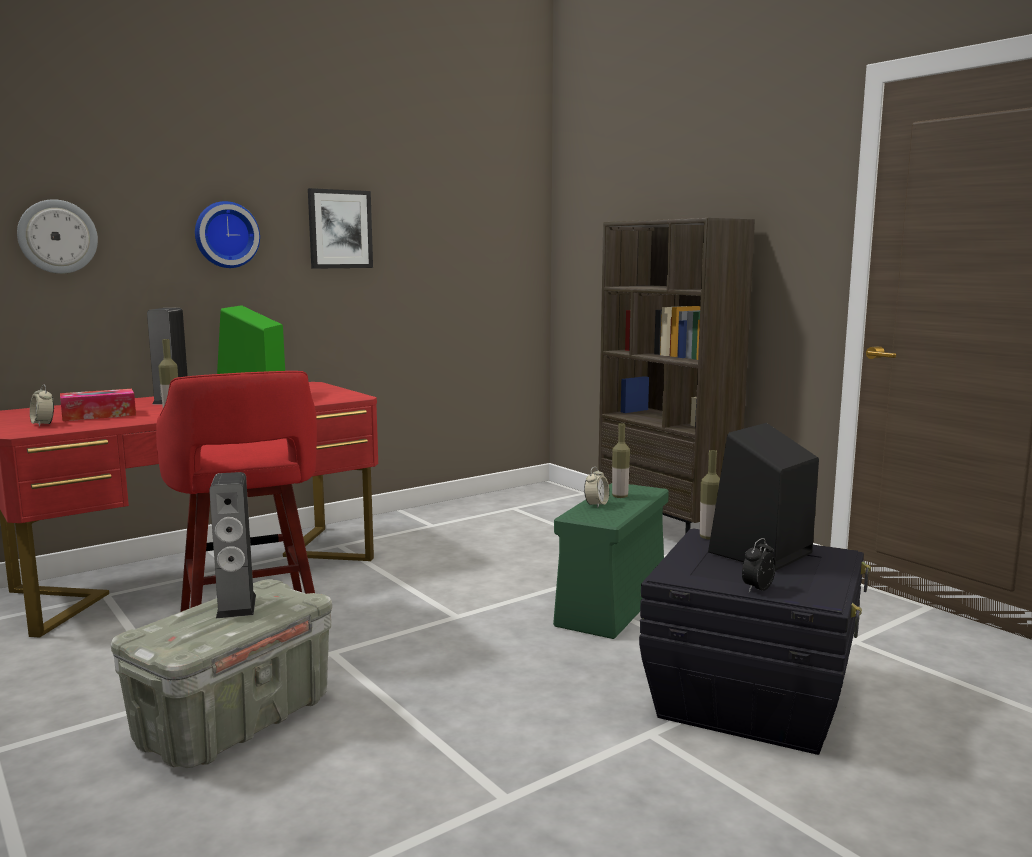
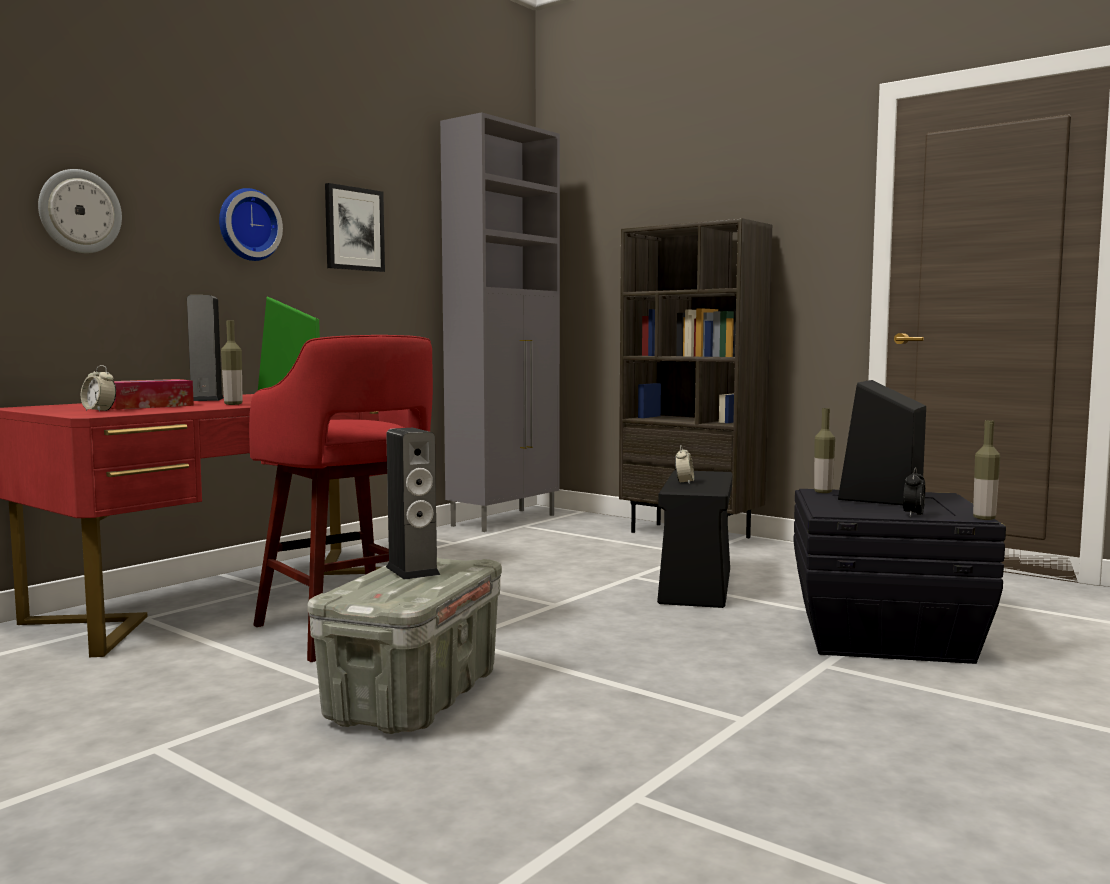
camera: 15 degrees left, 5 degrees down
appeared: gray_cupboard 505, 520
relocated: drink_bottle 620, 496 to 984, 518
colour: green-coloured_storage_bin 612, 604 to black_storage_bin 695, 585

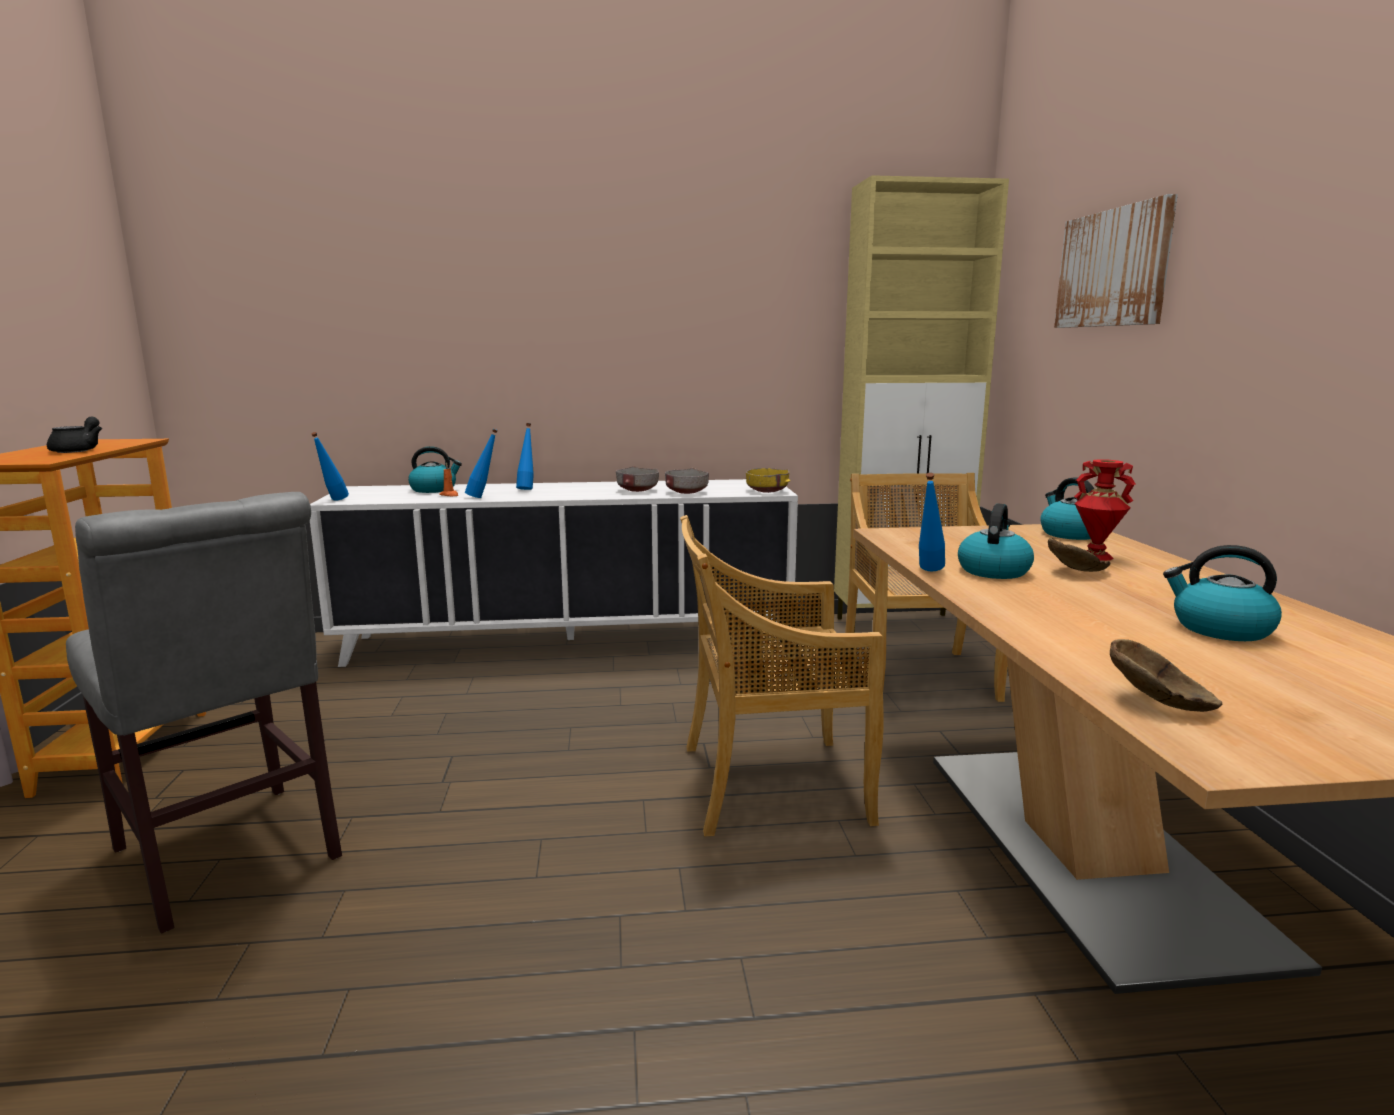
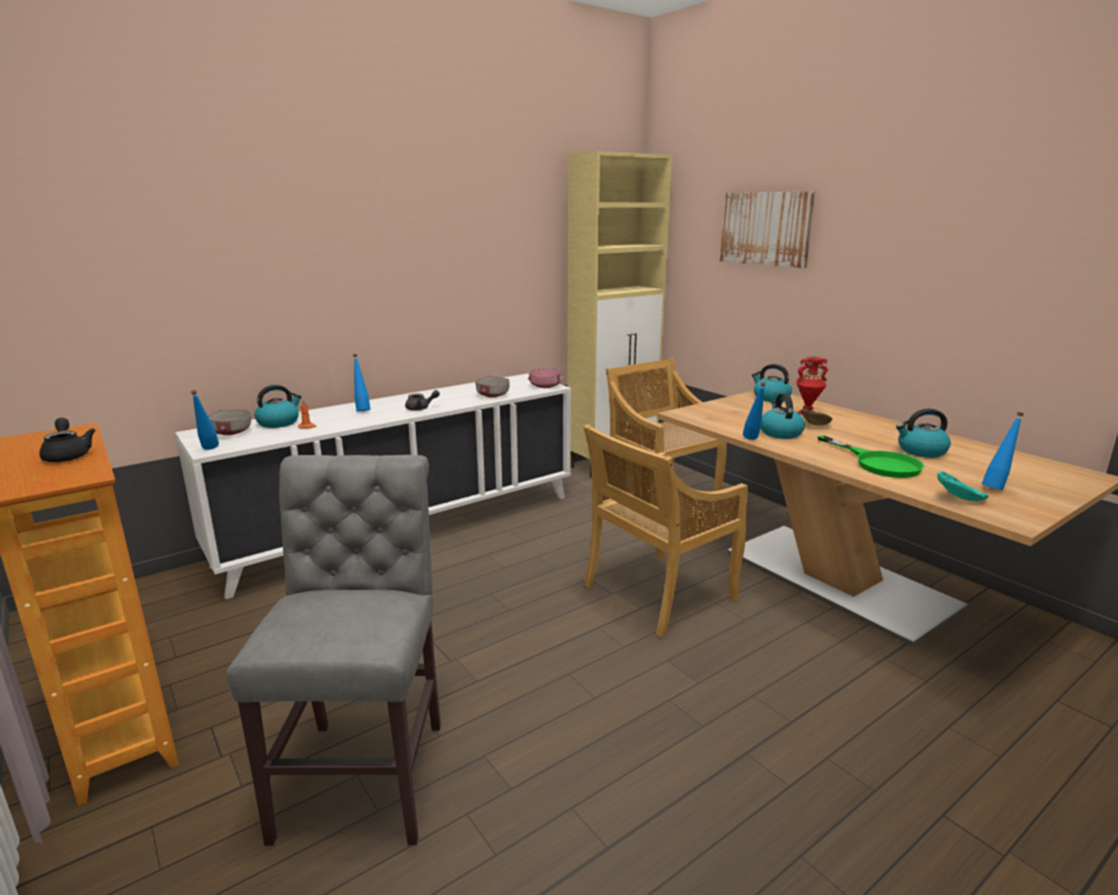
camera: 30 degrees left, 5 degrees up
appeared: gray_pot_for_tea 421, 408; green-coloured_pan 878, 463
relocated: blue-coloured_drink_bottle 483, 497 to 996, 487; gray_serving_bowl 637, 490 to 231, 433
colour: yellow_serving_bowl 766, 491 to pink-coloured_serving_bowl 545, 387; brown_serving_bowl 1162, 703 to blue-green_serving_bowl 962, 499
spun: gray_plain_chair 231, 859 = 366, 771 105 degrees counterclockwise

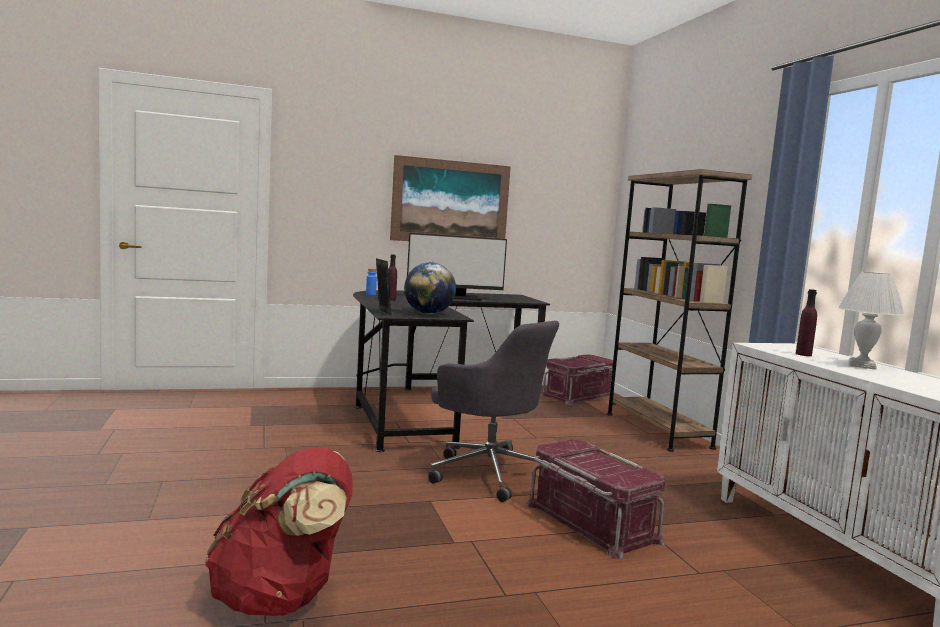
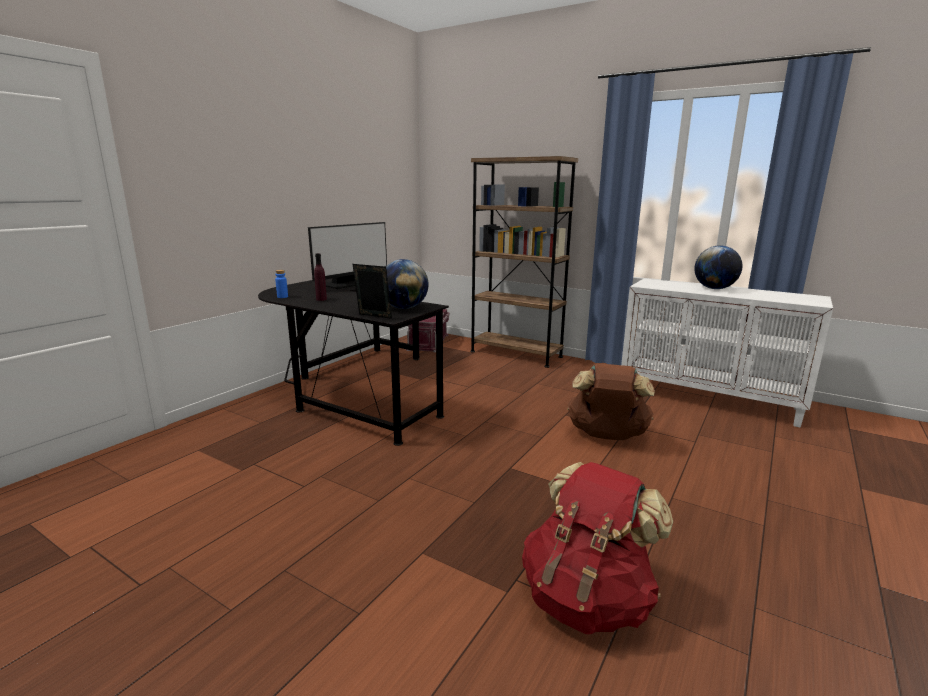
camera: 40 degrees left, 10 degrees up
missing: wall_art 451, 202; purple_drink_bottle 803, 354; gray_computer_chair 489, 472
exchanged: white-coloured_table_lamp 861, 366 to world_globe 714, 288; red-coloured_storage_bin 590, 522 to brown_knapsack 606, 436

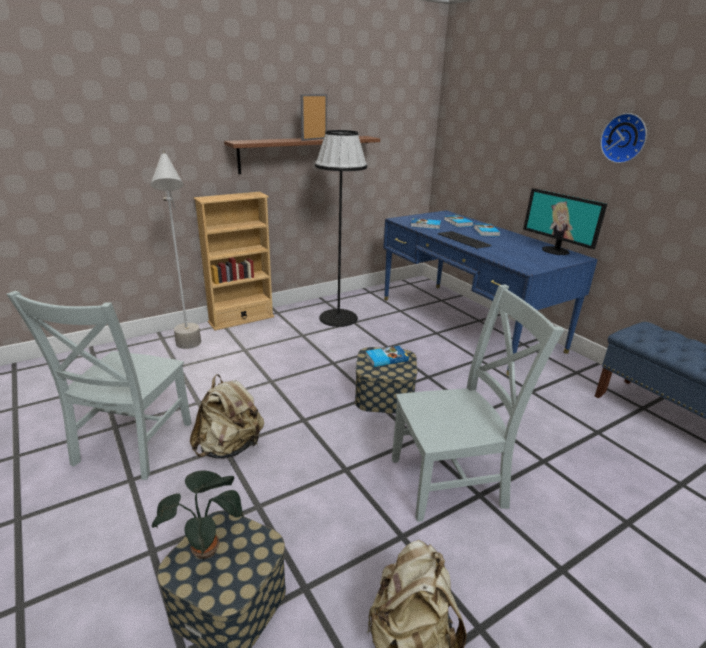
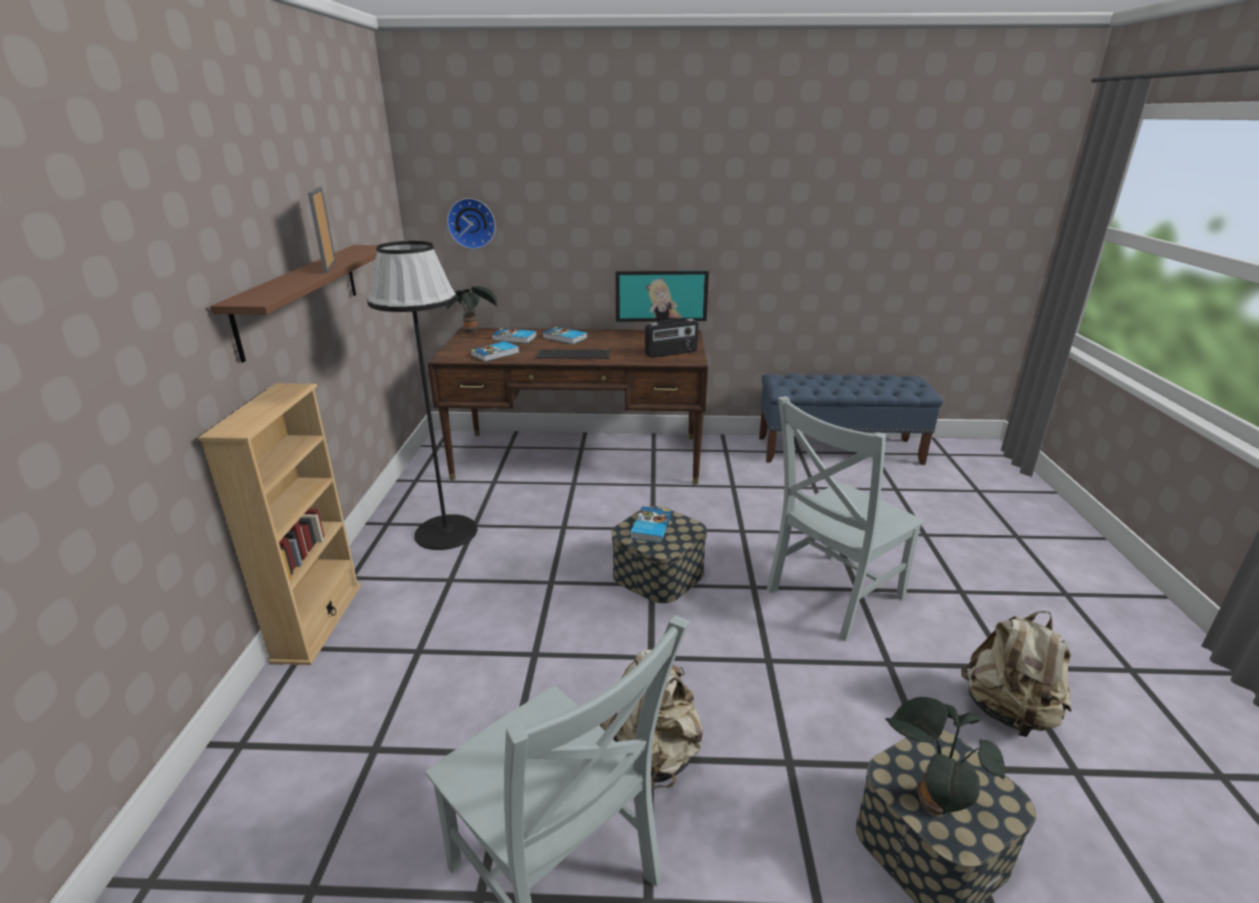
camera: 55 degrees left, 0 degrees up
missing: gray_standard_lamp 190, 352
appeared: houseplant 473, 332; radio 671, 353
relocated: clock_on_the_wall 625, 138 to 472, 223
colour: blue-coloured_desk 467, 323 to brown_desk 578, 457
spun: gray_plain_chair 452, 482 = 831, 596 150 degrees counterclockwise

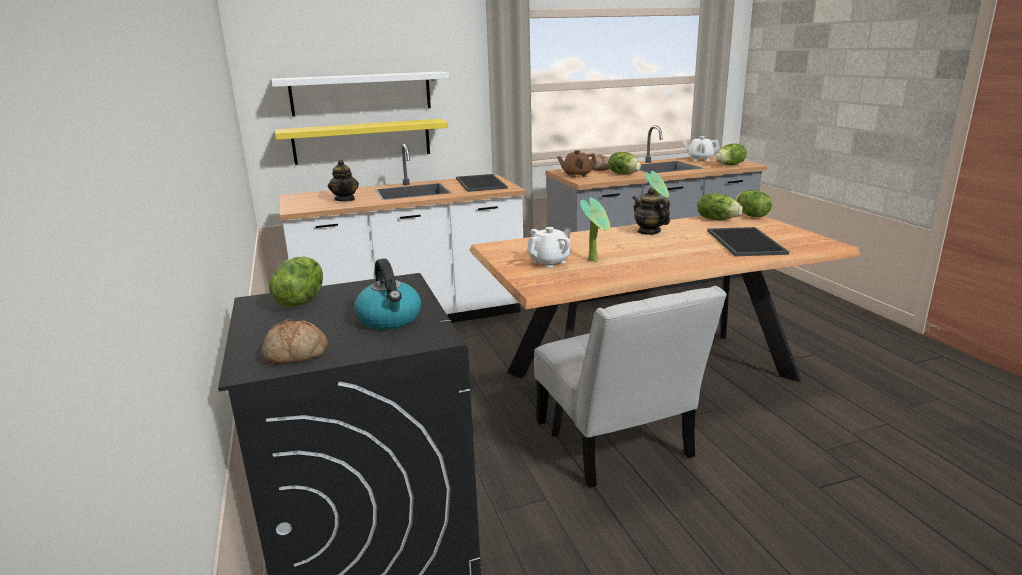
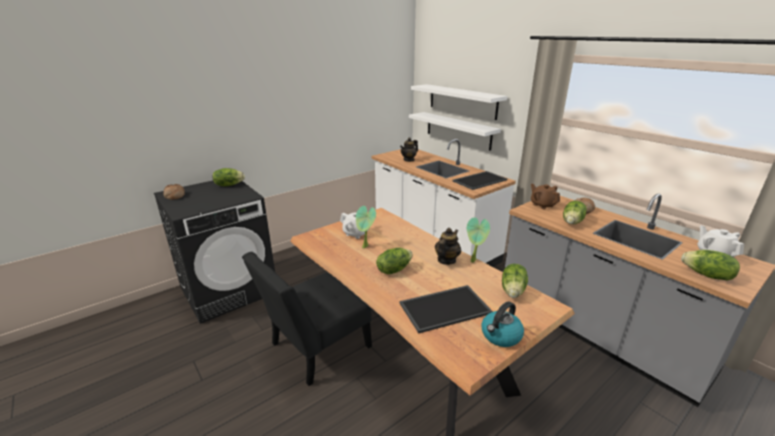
camera: 70 degrees right, 5 degrees up
relocated: lettuce_head 751, 215 to 394, 269; tea_kettle 390, 319 to 500, 336
colour: yellow_bracket_shelf 362, 141 to white-coloured_bracket_shelf 458, 130; white-coloured_plain_chair 616, 444 to black_plain_chair 316, 348

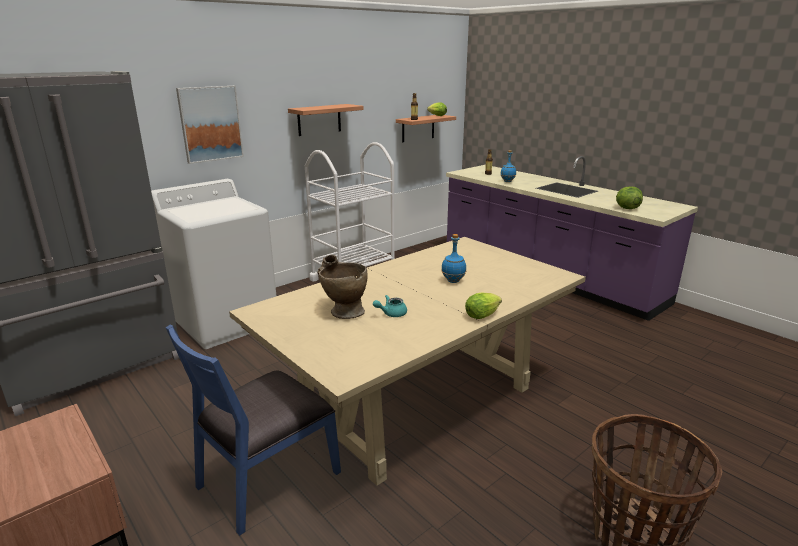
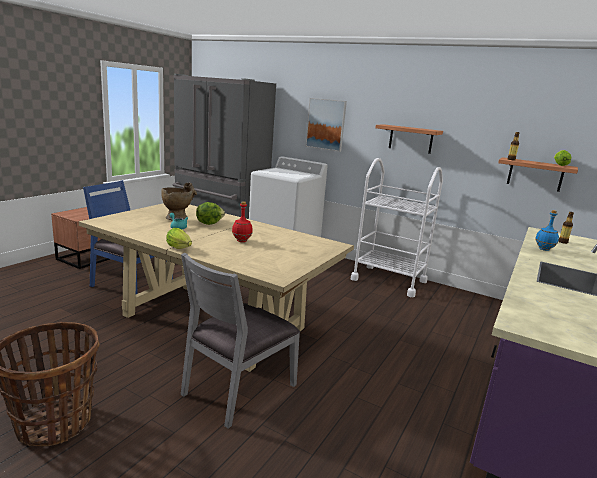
camera: 70 degrees right, 5 degrees down
appeared: gray_plain_chair 238, 389
relocated: lettuce_head 626, 208 to 209, 223
colour: blue-coloured_drink_bottle 453, 281 to red-coloured_drink_bottle 241, 241

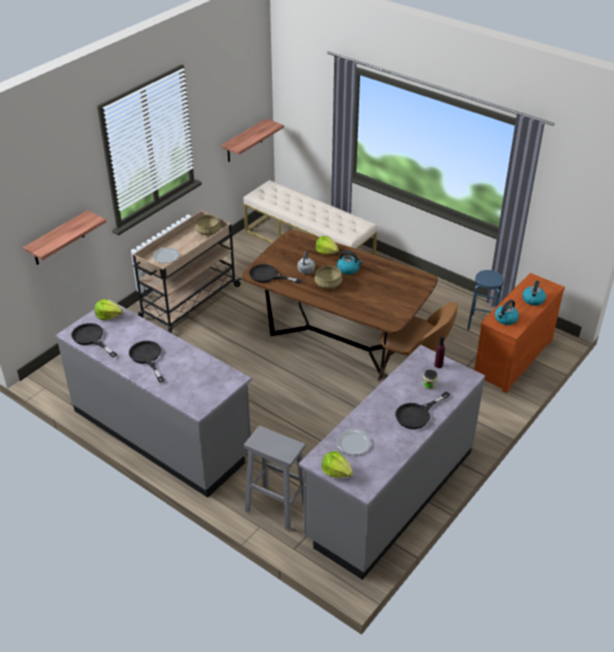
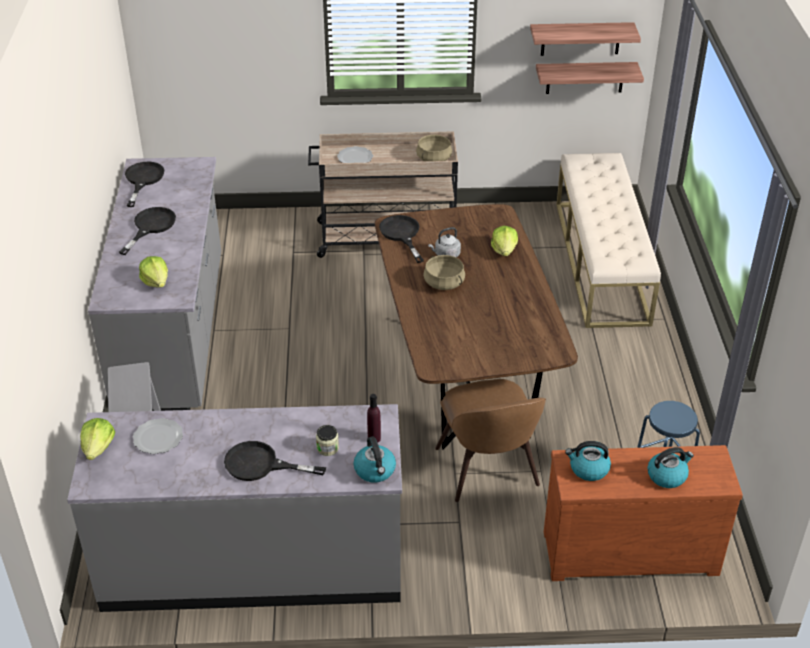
camera: 50 degrees right, 0 degrees up
relocated: bracket_shelf 58, 239 to 580, 38; tea_kettle 348, 269 to 375, 471; lettuce_head 108, 315 to 156, 281

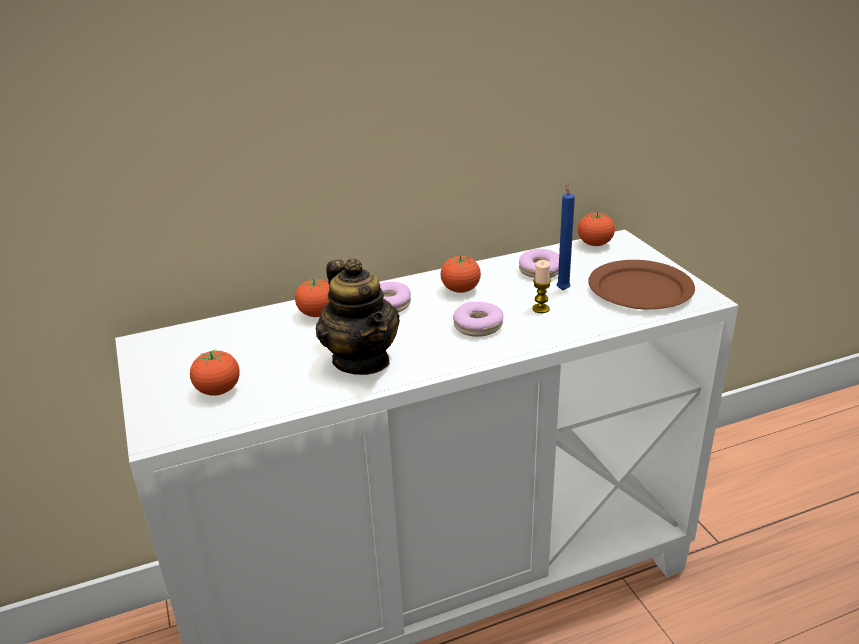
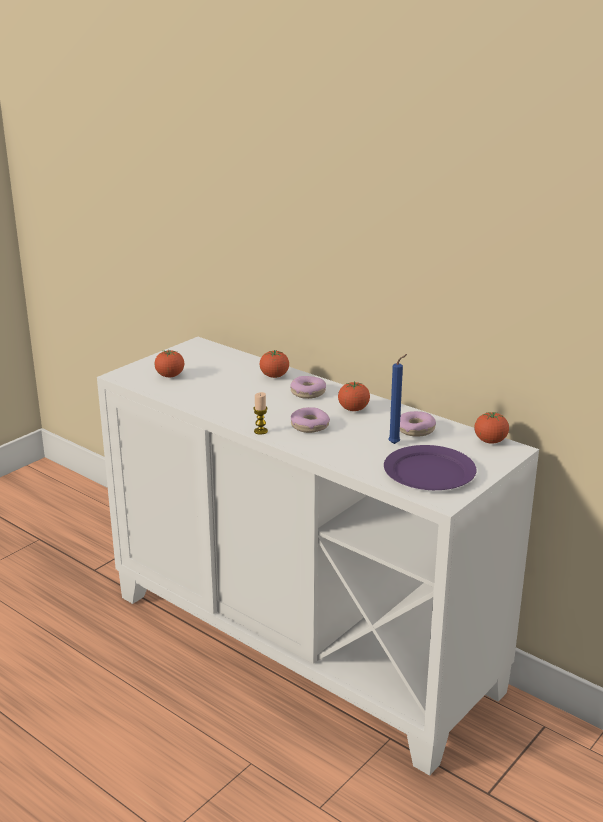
camera: 60 degrees right, 5 degrees down
missing: pot_for_tea 362, 360
relocated: candle 540, 309 to 260, 431
colour: brown_plate 639, 290 to purple_plate 428, 472

